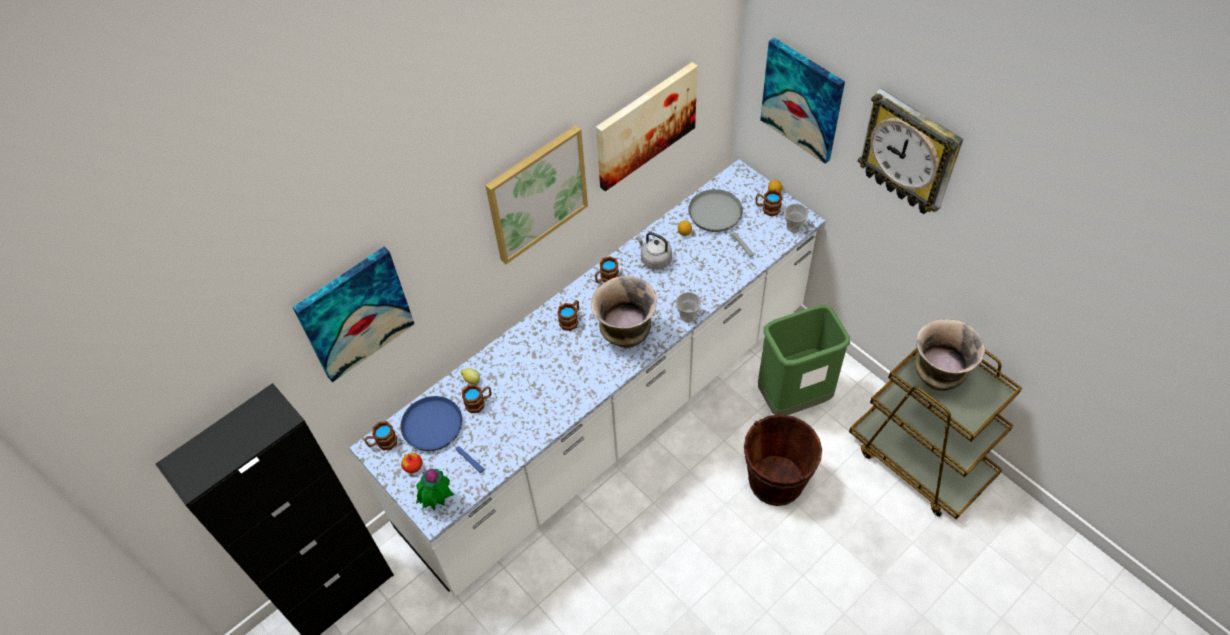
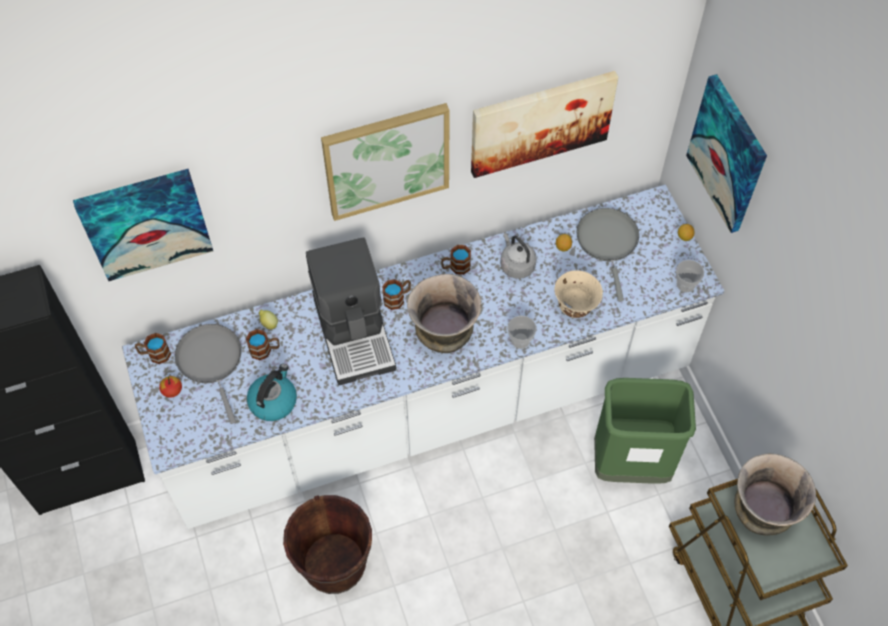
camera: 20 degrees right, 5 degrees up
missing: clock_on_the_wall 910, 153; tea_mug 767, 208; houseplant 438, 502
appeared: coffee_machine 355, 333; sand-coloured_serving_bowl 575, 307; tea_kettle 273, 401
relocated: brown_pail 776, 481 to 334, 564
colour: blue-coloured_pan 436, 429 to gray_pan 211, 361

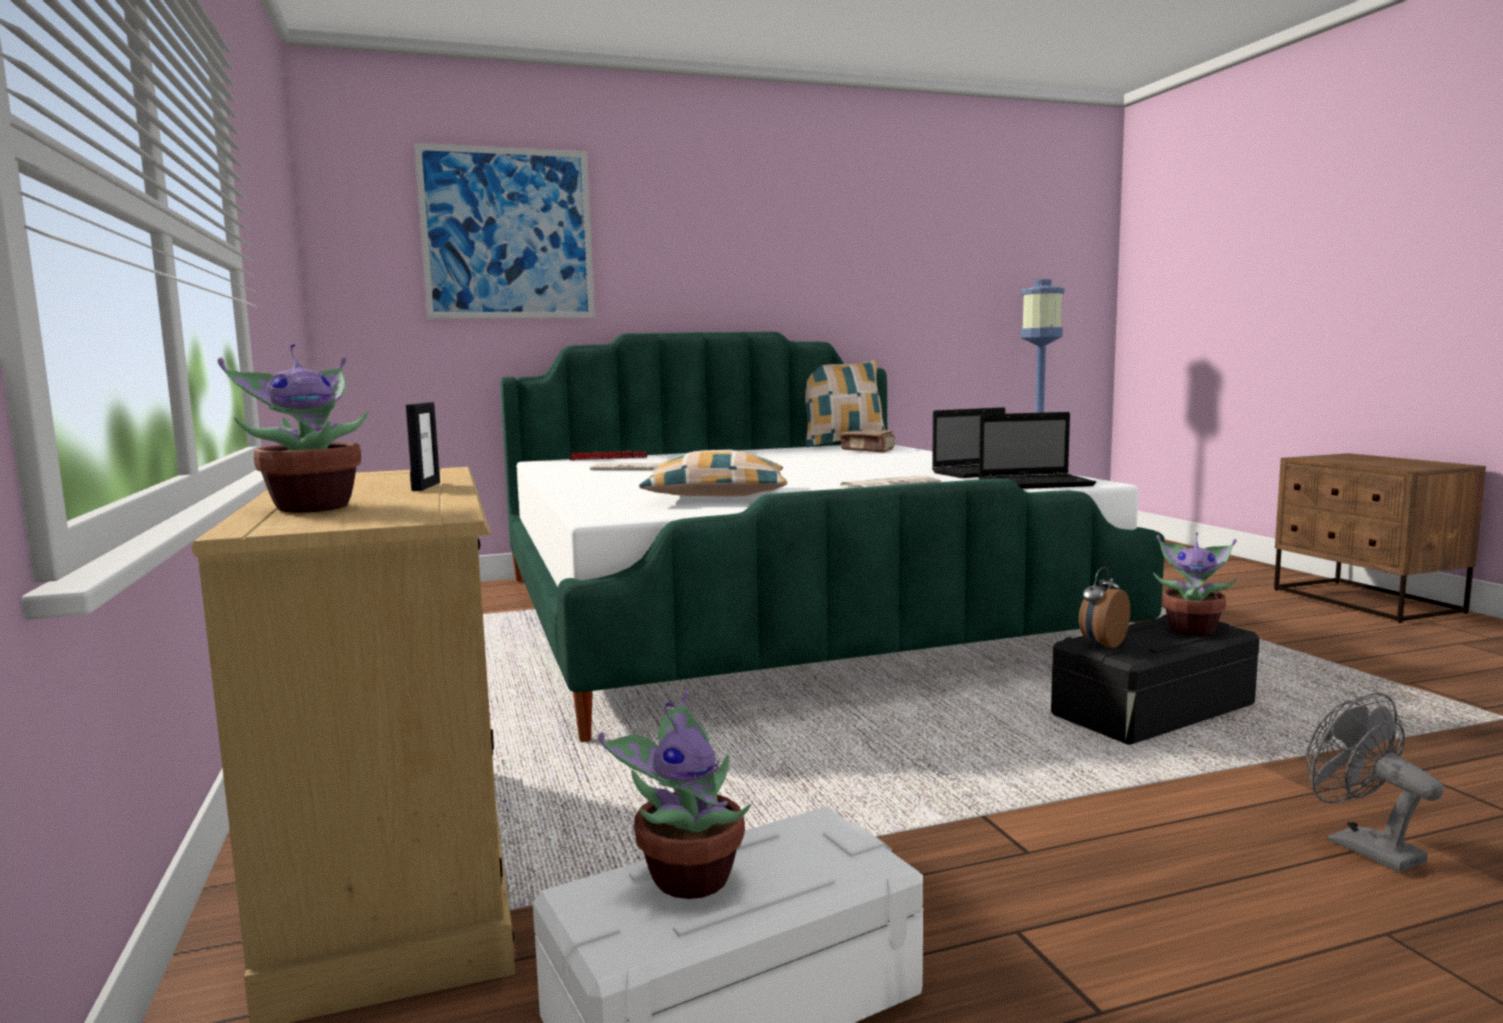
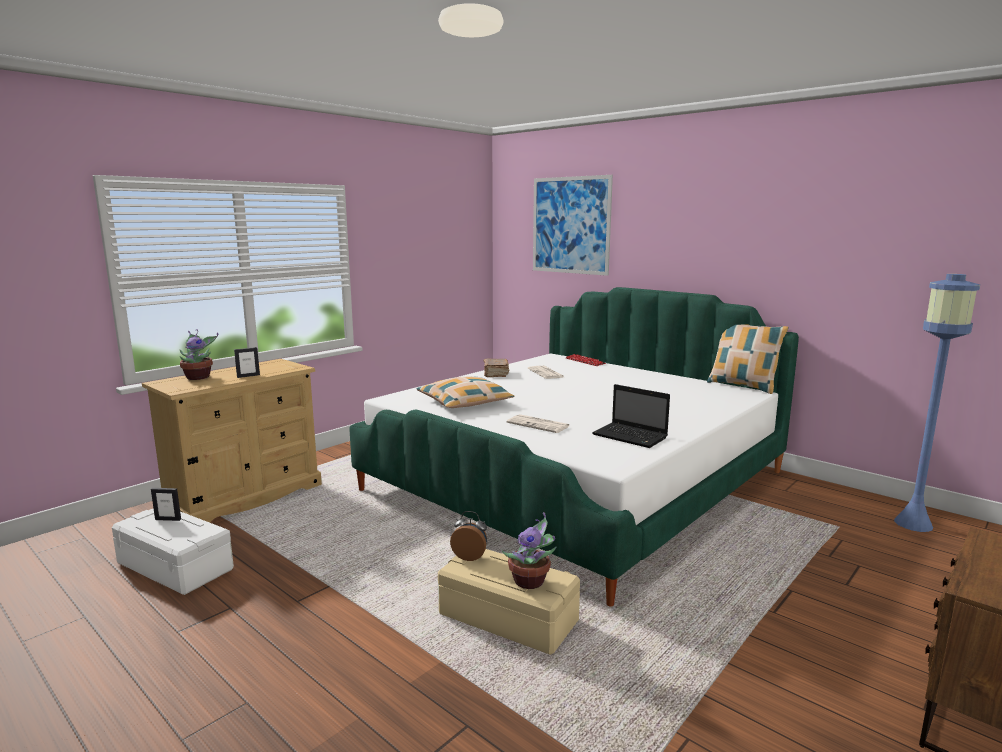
camera: 60 degrees right, 5 degrees up
missing: portable_computer 1037, 484; gray_electric_fan 1361, 846
relocated: brown_volume 868, 450 to 495, 373
exchanged: houseplant 687, 877 to standing_frame 168, 519
colour: black_storage_bin 1154, 711 to sand-coloured_storage_bin 506, 618

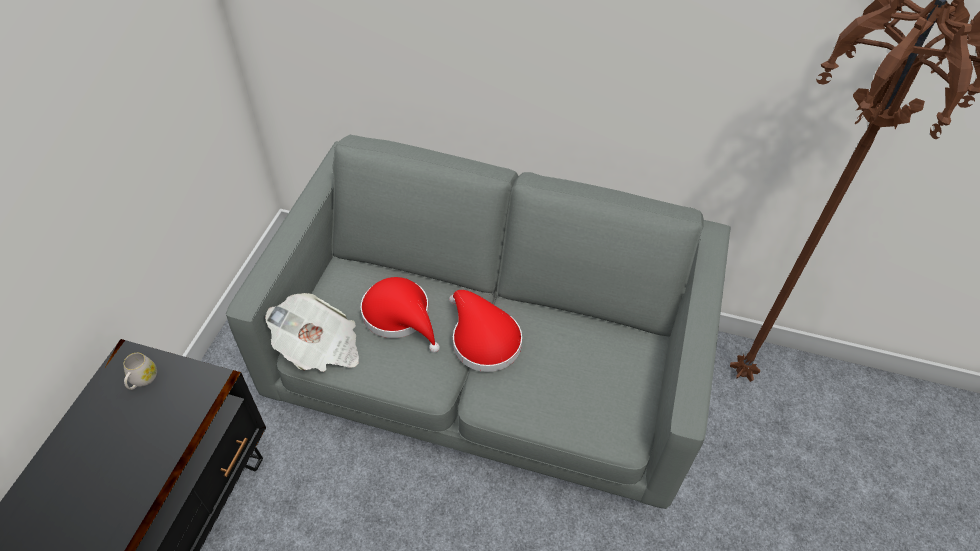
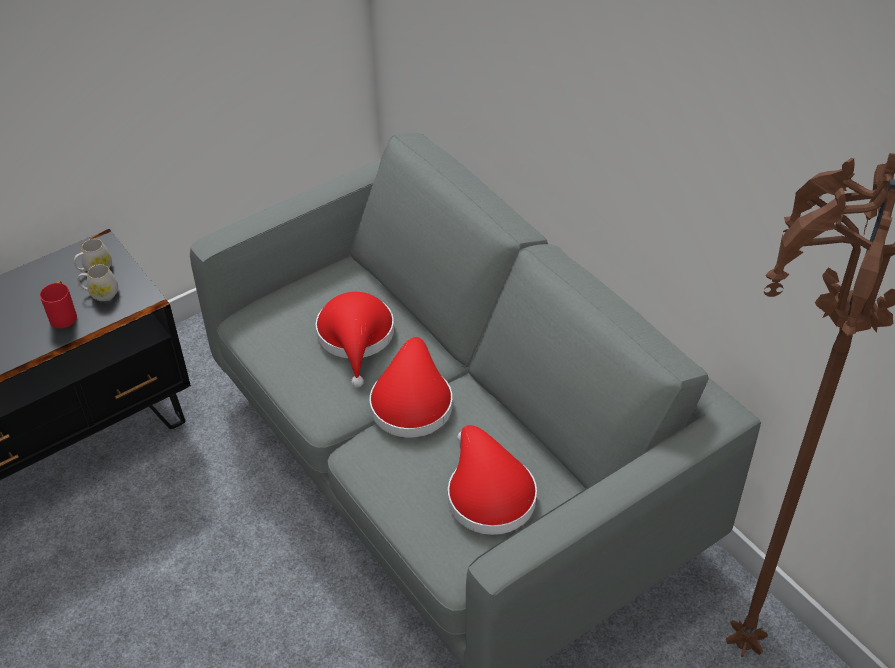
camera: 40 degrees right, 5 degrees down
missing: daily_paper 320, 348
appeared: white-coloured_tea_mug 100, 293; red-coloured_tea_mug 64, 315; red-coloured_hat 488, 493

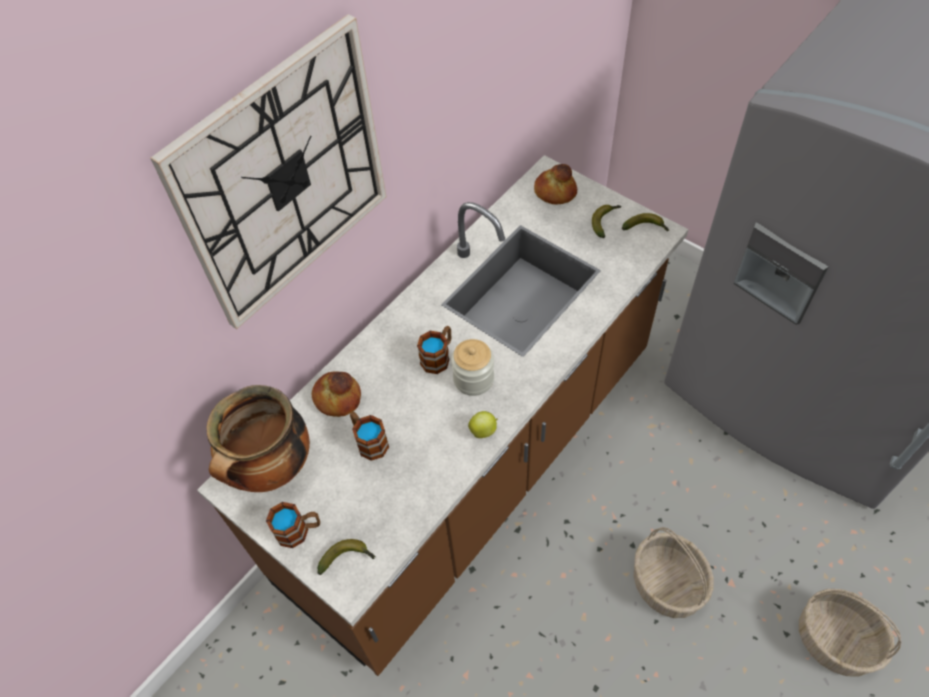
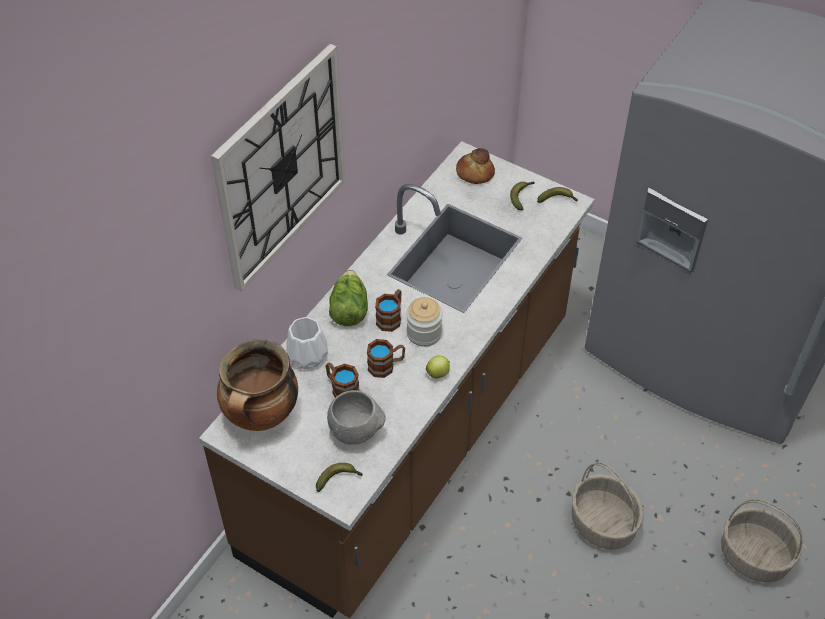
camera: 10 degrees left, 5 degrees down
appeared: lettuce_head 348, 309; gray_serving_bowl 355, 432
relocated: tea_mug 299, 530 to 386, 365
exchanged: baked_bread 337, 398 to white-coloured_decorative_vase 308, 356

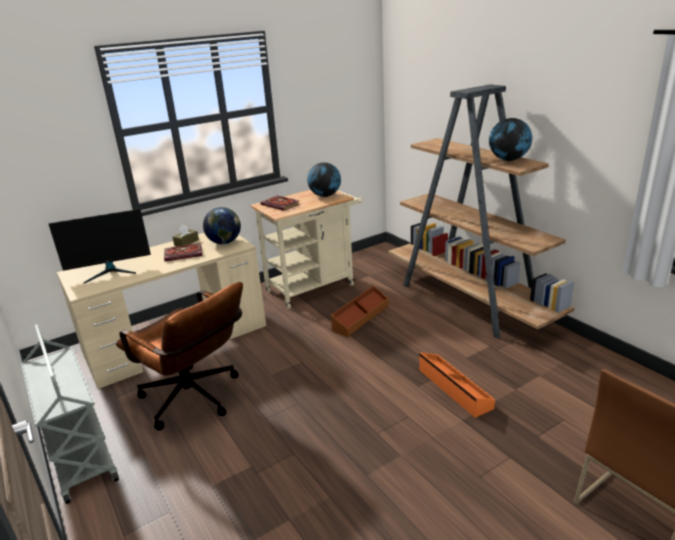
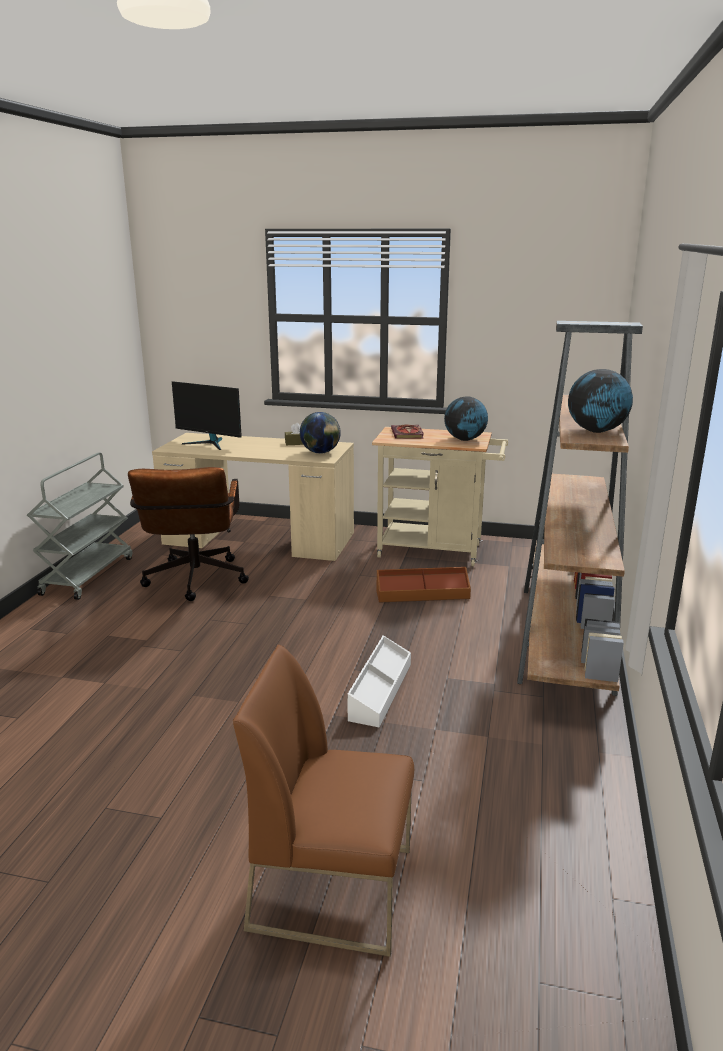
camera: 45 degrees right, 5 degrees down
missing: volume 184, 253
colour: orange-coloured_storage_bin 453, 388 to white-coloured_storage_bin 379, 690

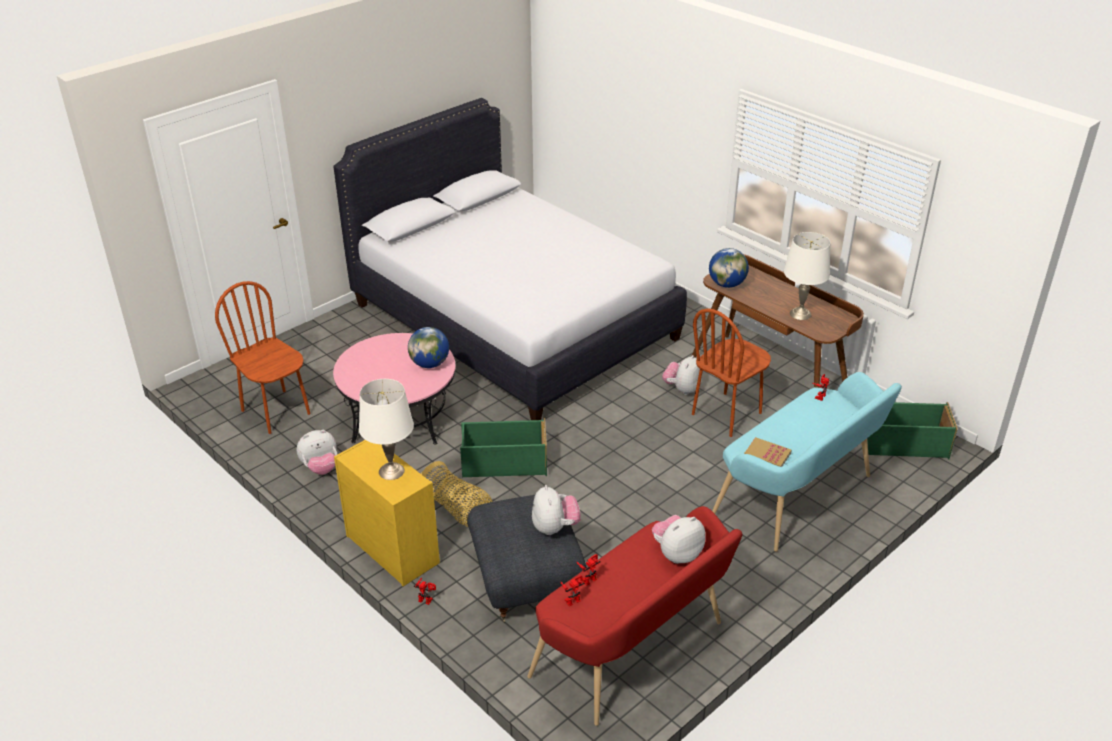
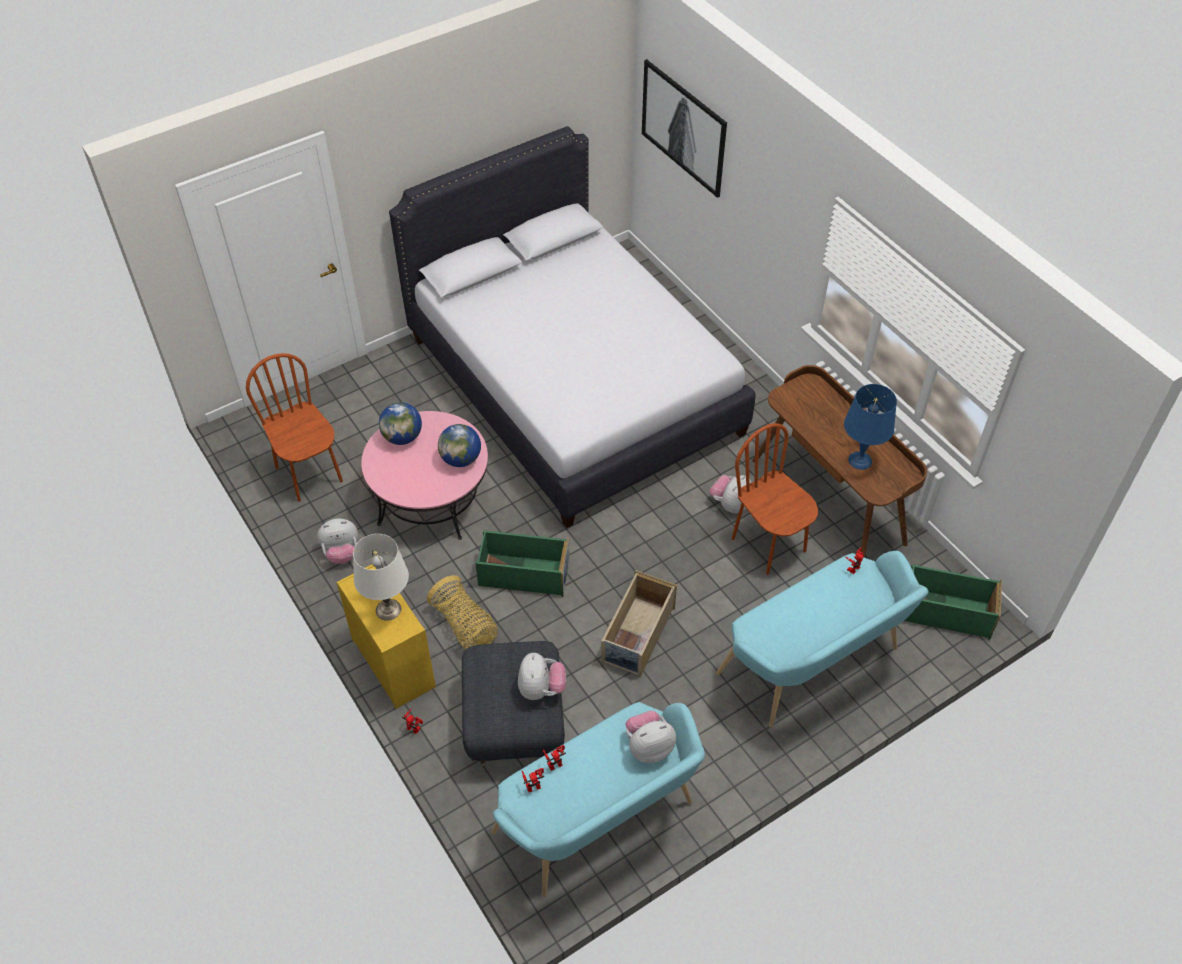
camera: 10 degrees right, 15 degrees up
missing: volume 767, 455
appeared: wall_art 684, 127; sand-coloured_storage_bin 637, 635
relocated: world_globe 726, 284 to 402, 437
colour: white-coloured_table_lamp 800, 314 to blue-coloured_table_lamp 860, 460; red-coloured_long_seat 635, 653 to blue-green_long_seat 600, 823
spun: brown_plain_chair 727, 414 = 769, 544 90 degrees clockwise

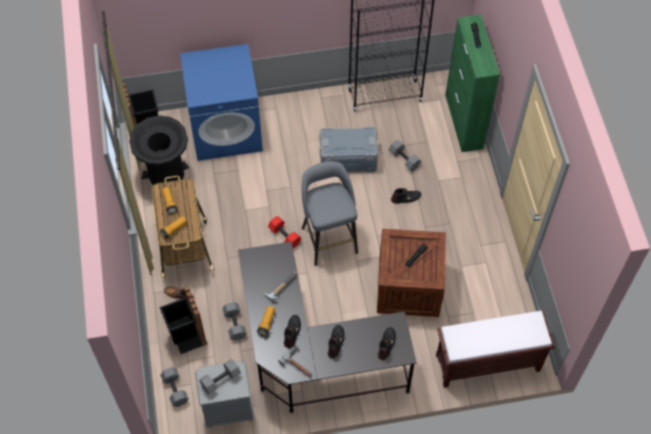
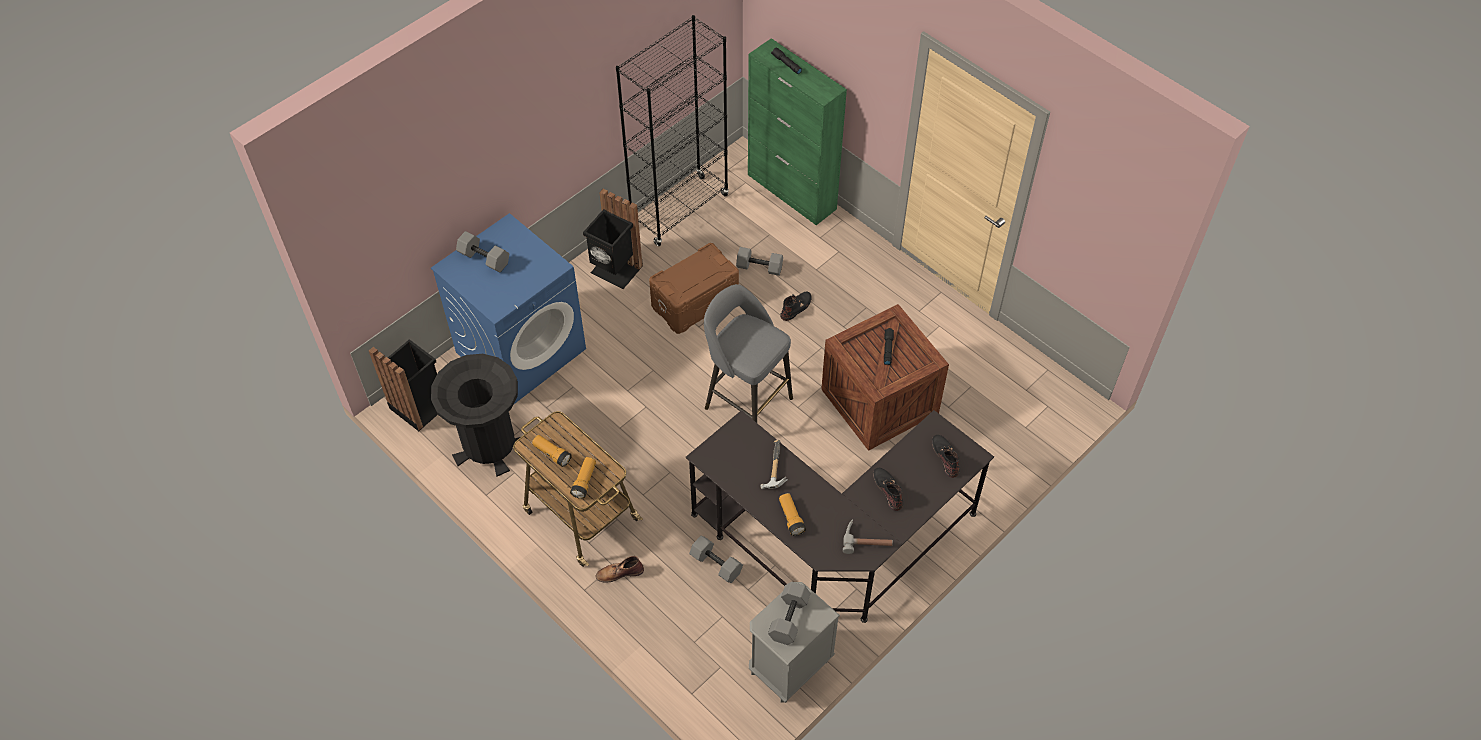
camera: 35 degrees left, 5 degrees down
missing: red-coloured_hand_weight 285, 236; brown_long_seat 486, 363; black_tall_boot 292, 331
relocated: black_rubbish_bin 186, 336 to 615, 271; gray_hand_weight 176, 390 to 485, 258
colour: gray_storage_bin 348, 159 to brown_storage_bin 695, 302

